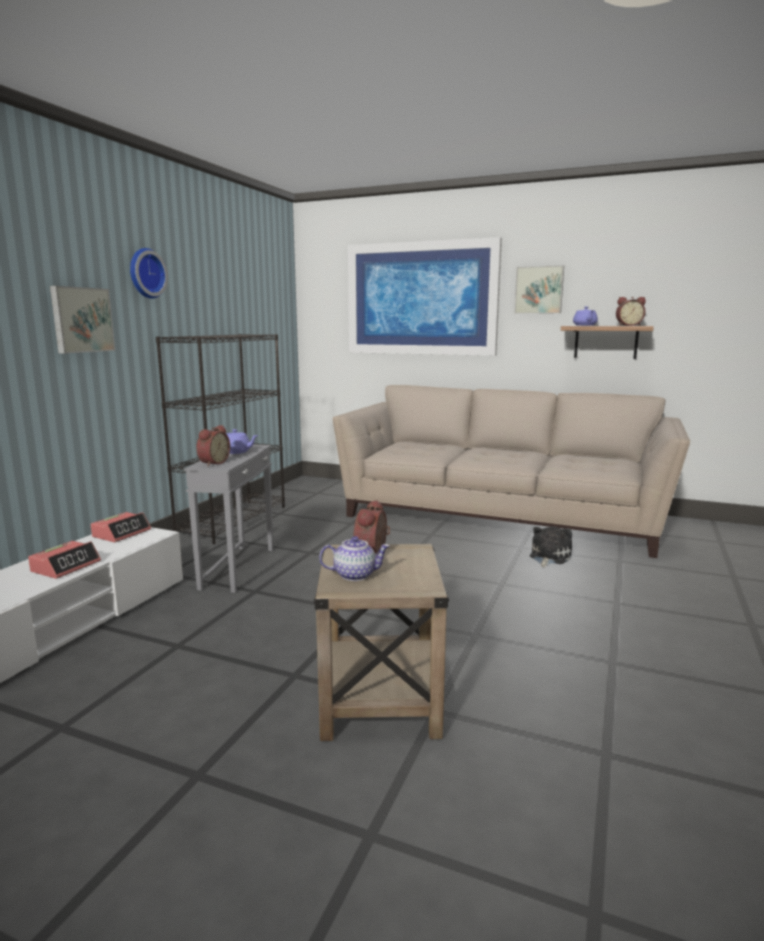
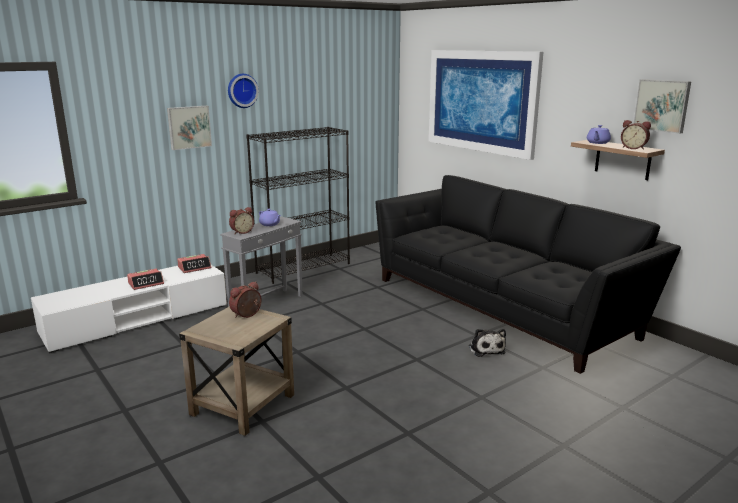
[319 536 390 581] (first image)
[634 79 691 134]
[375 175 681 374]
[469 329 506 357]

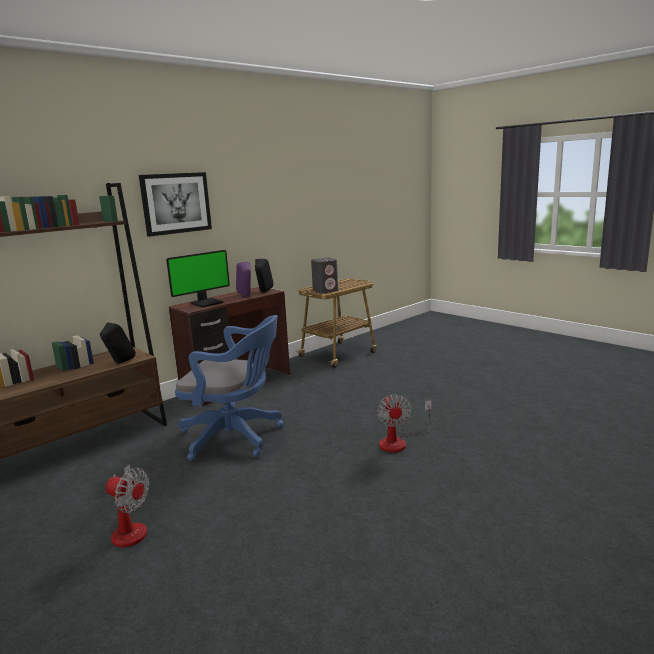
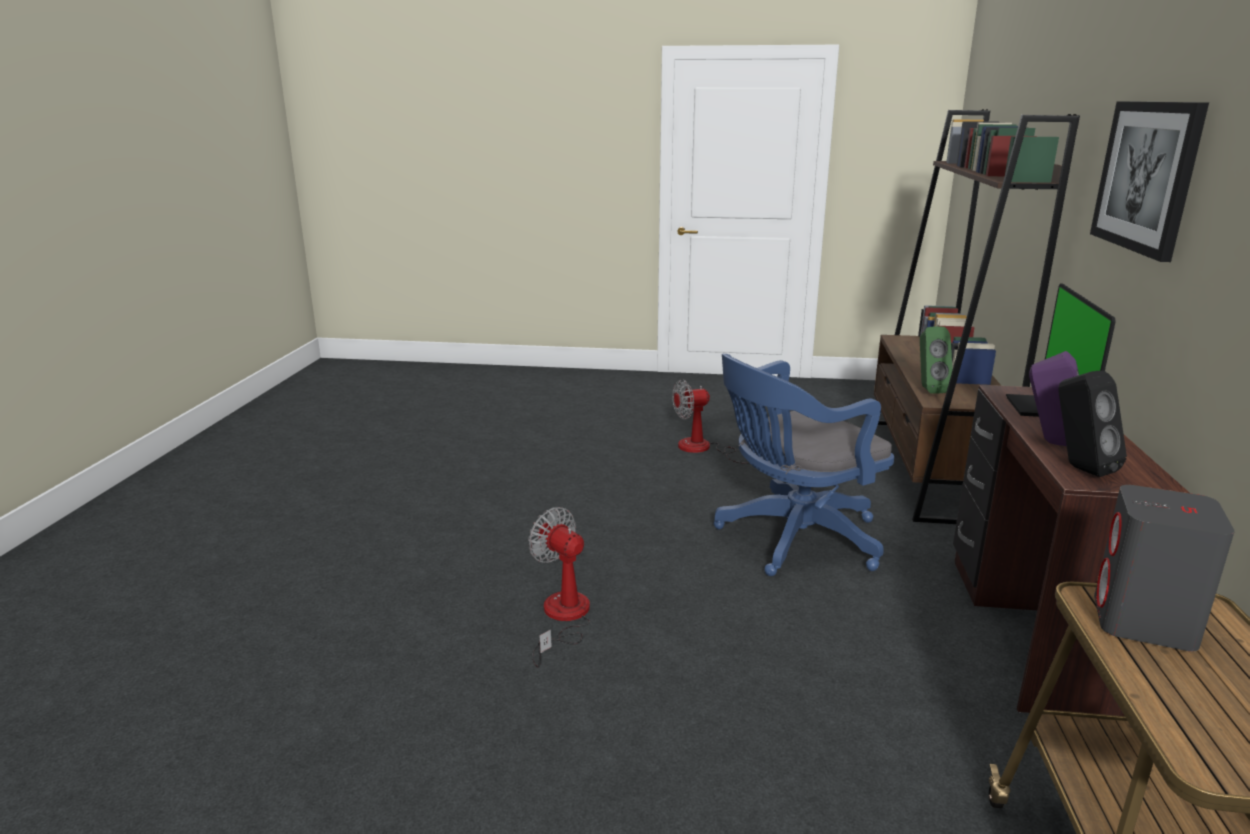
[920 326 953 394]

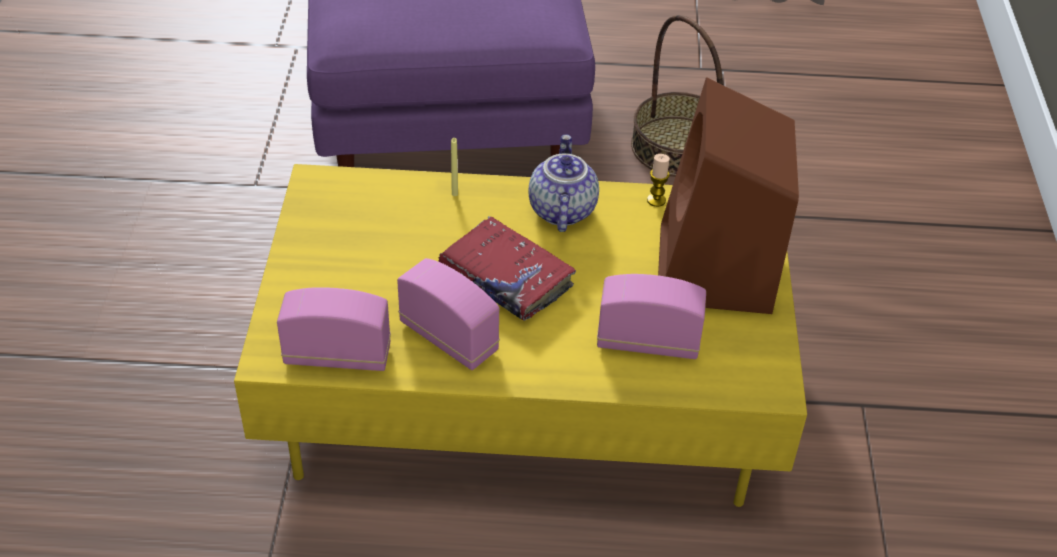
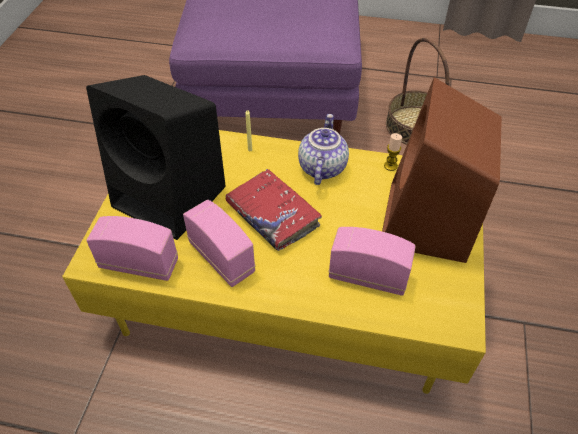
[86 75 226 240]

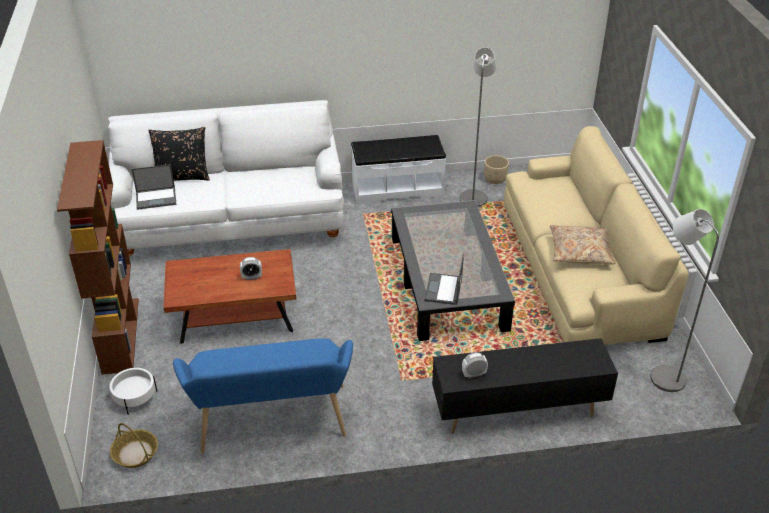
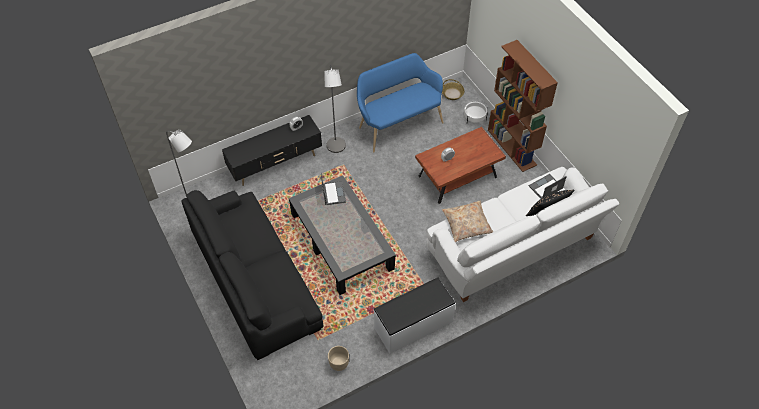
[324 65 346 153]
[442 201 493 242]
[181 190 323 360]

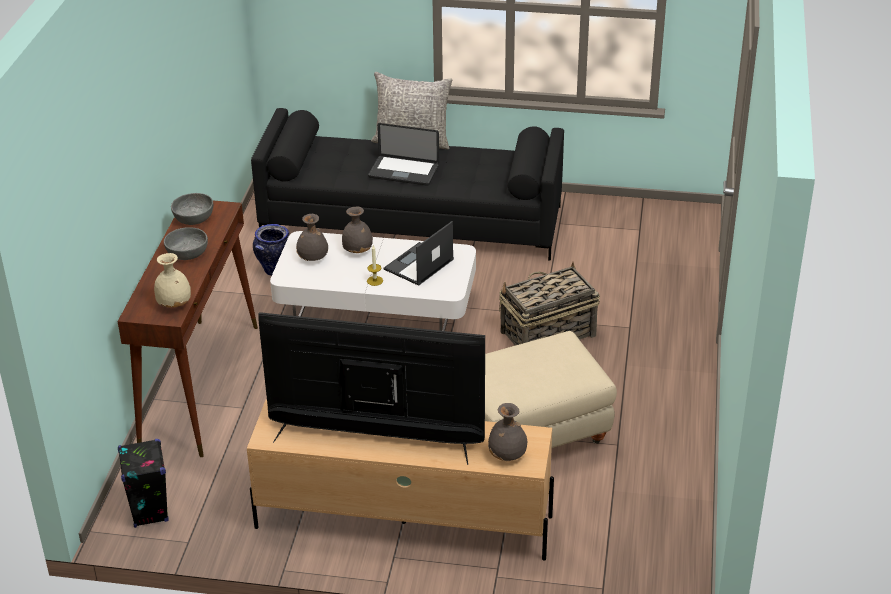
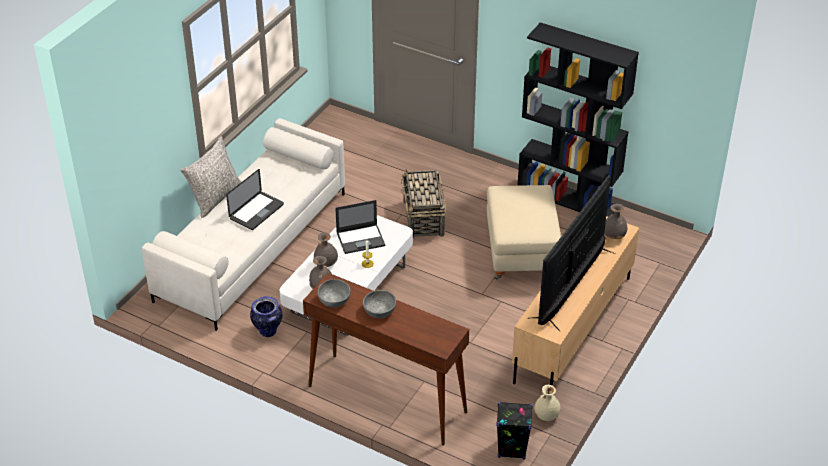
[517 22 639 217]
[534 385 561 421]
[142 118 345 331]
[335 200 385 254]

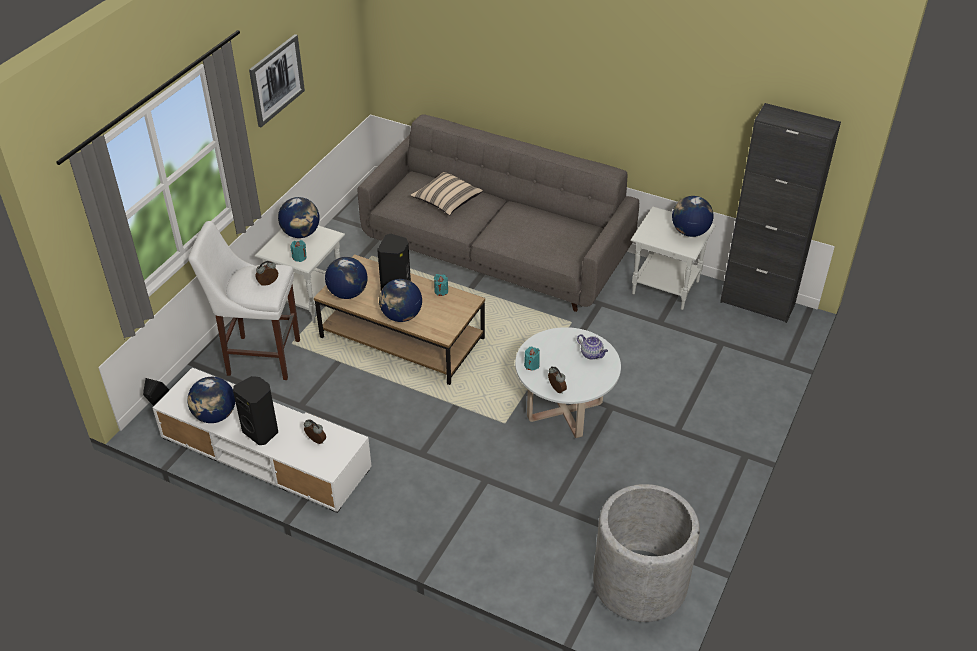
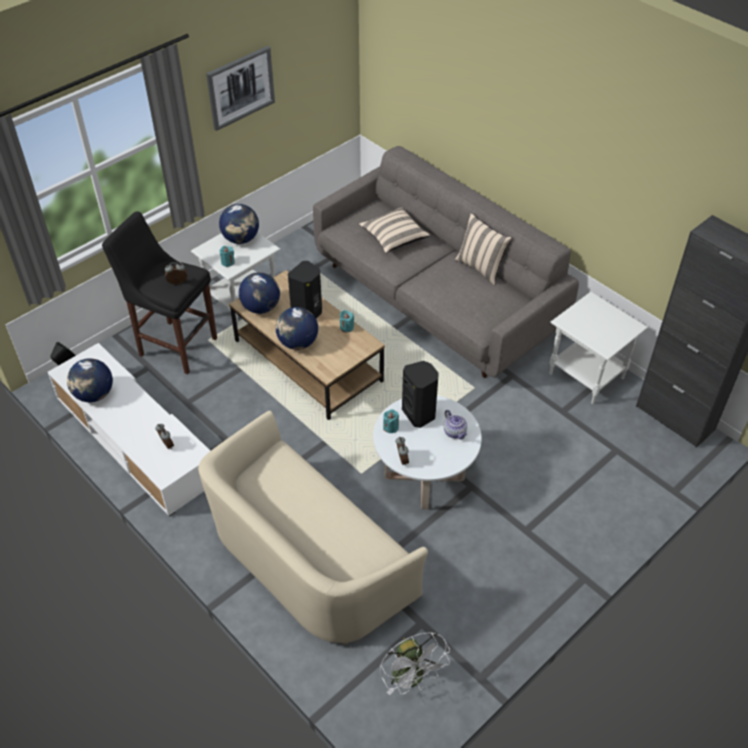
[672 196 714 237] (first image)
[198 411 428 644]
[455 213 512 285]
[402 361 439 428]
[380 632 450 695]
[102 211 217 374]

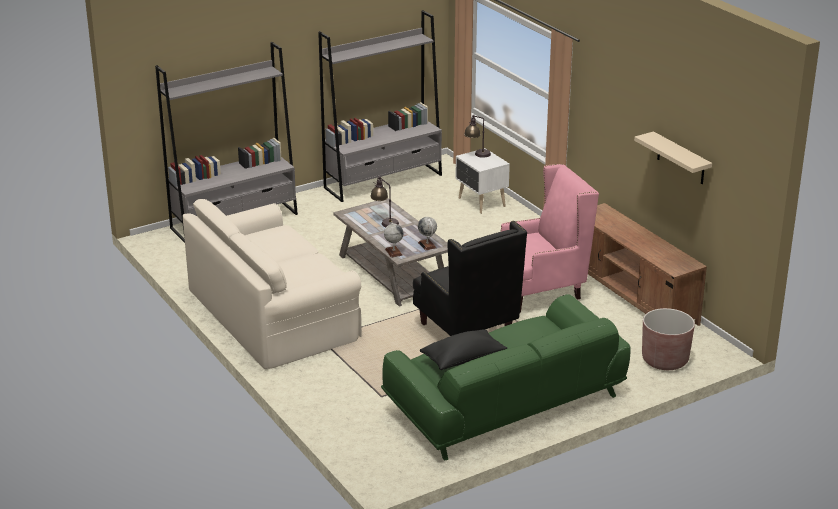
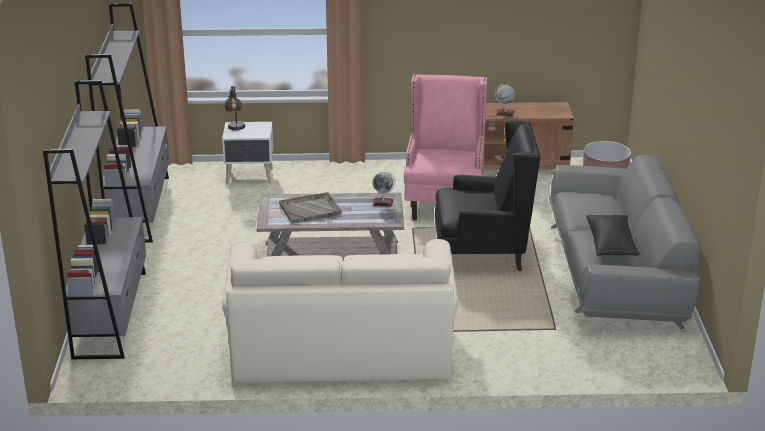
[634 131 712 184] (first image)
[495 84 516 117]
[279 192 342 224]
[549 154 701 329]

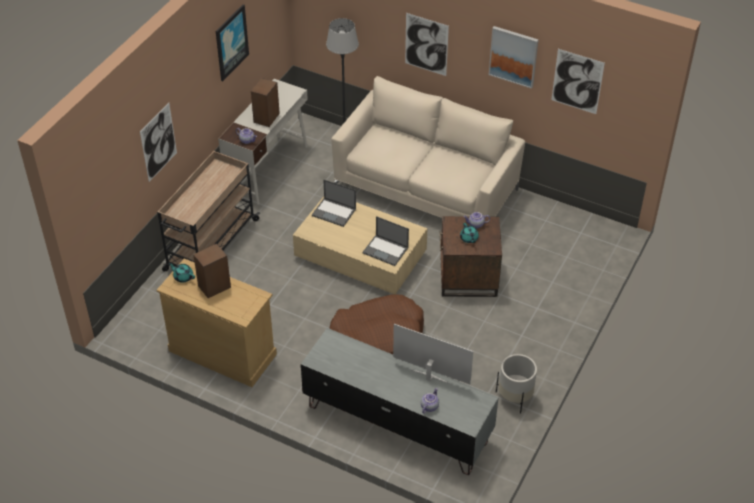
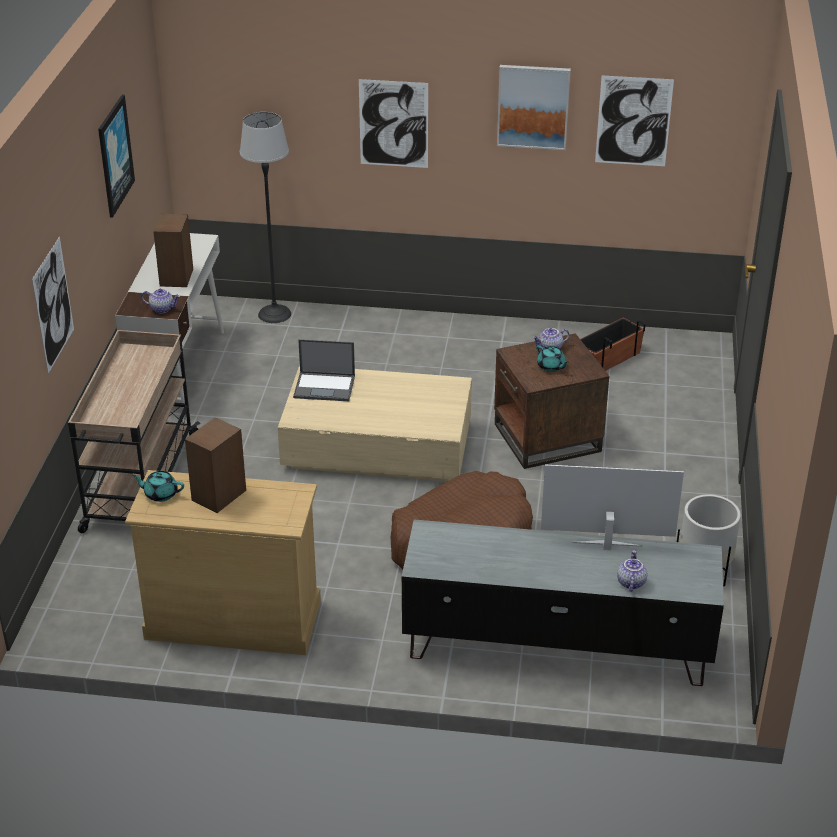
[331 76 525 218] (first image)
[362 216 409 266] (first image)
[580 317 646 371]

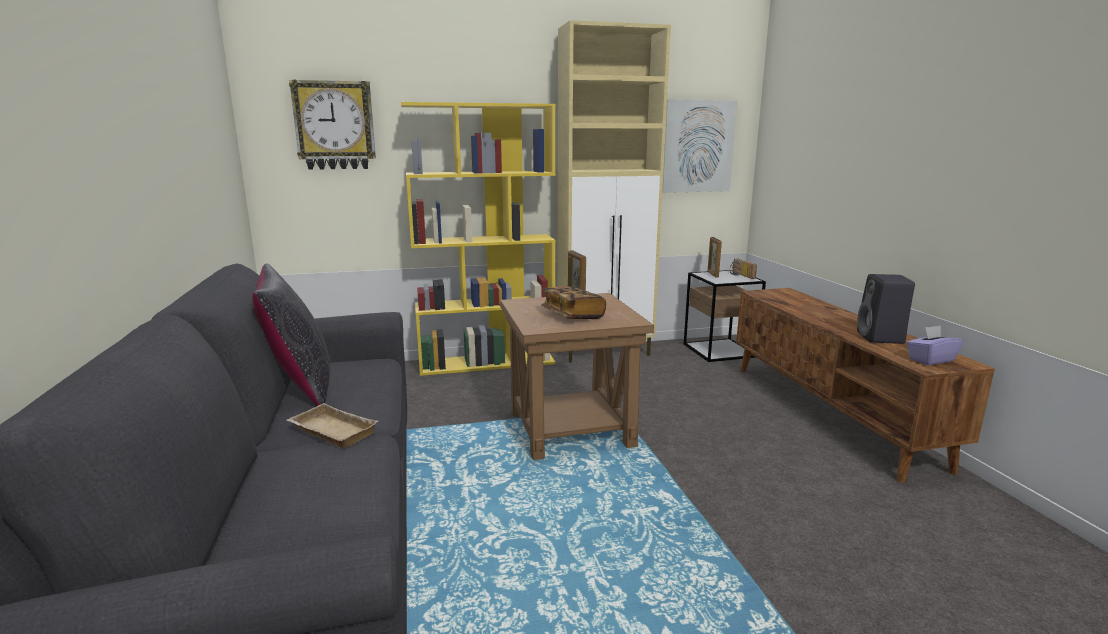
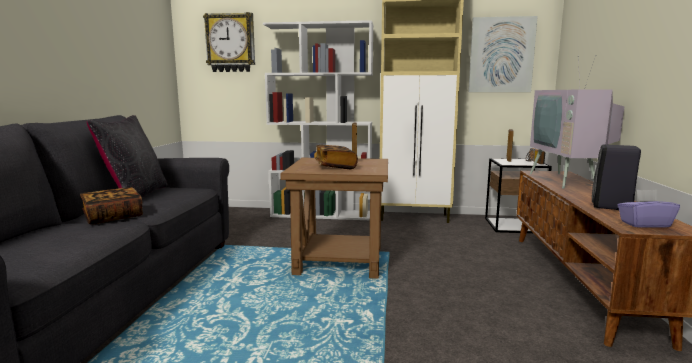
[530 55 624 188]
[80 187 143 224]
[263 20 373 220]

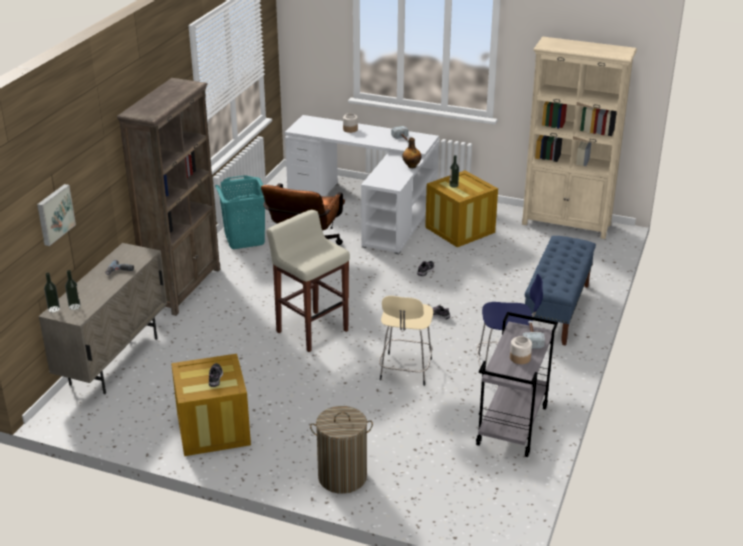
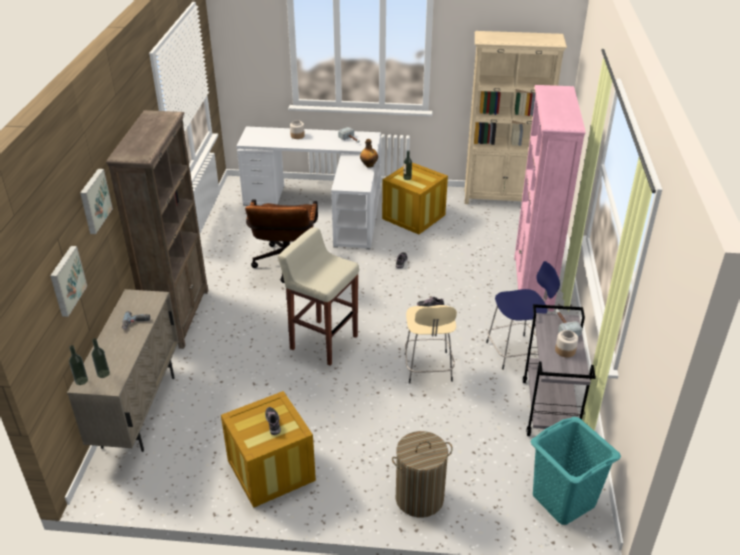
[80 169 113 234]
[530 417 621 525]
[514 85 586 312]

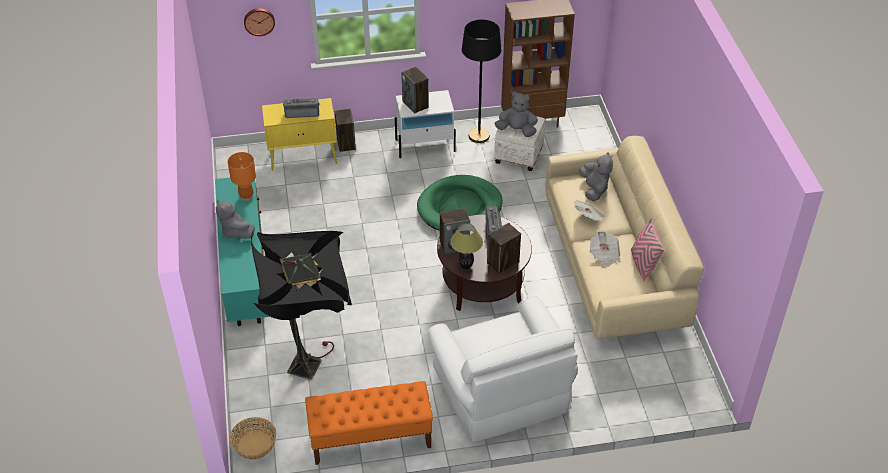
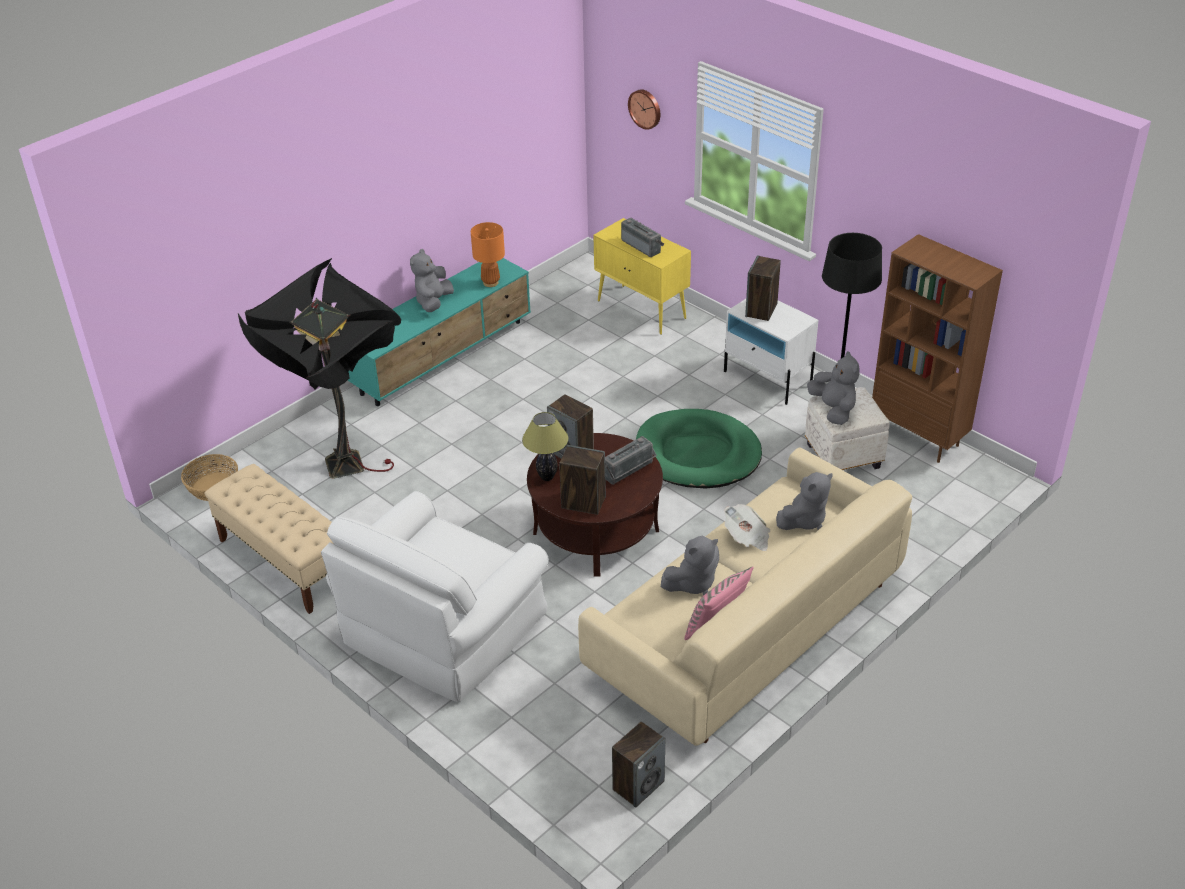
[612 722 665 808]
[661 535 719 595]
[204 464 334 614]

